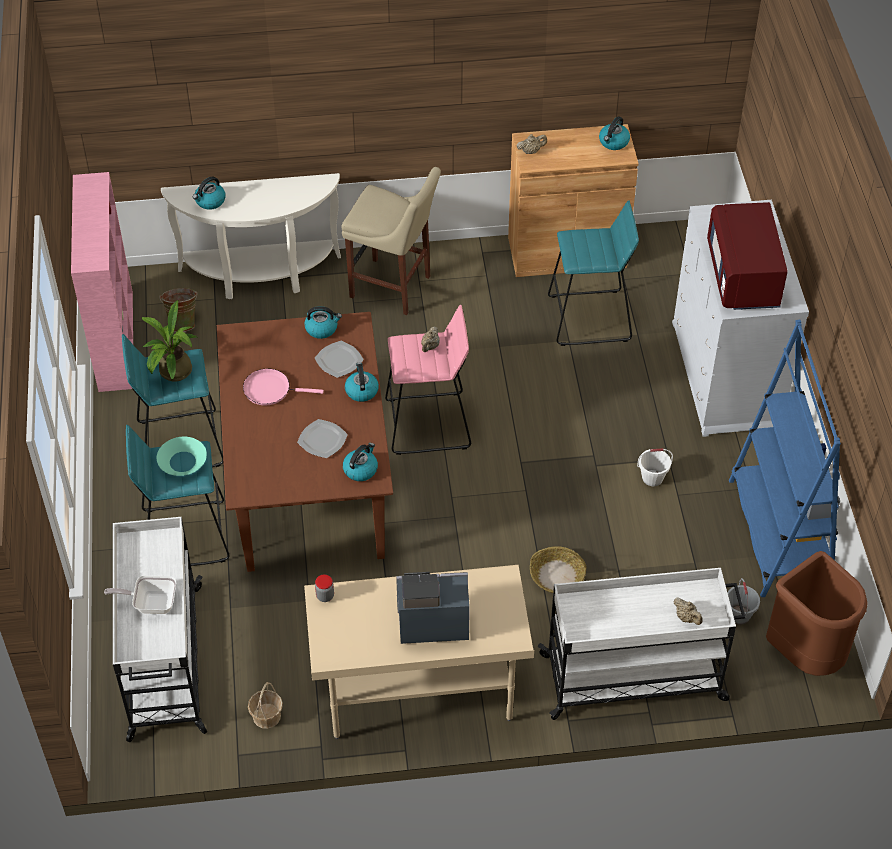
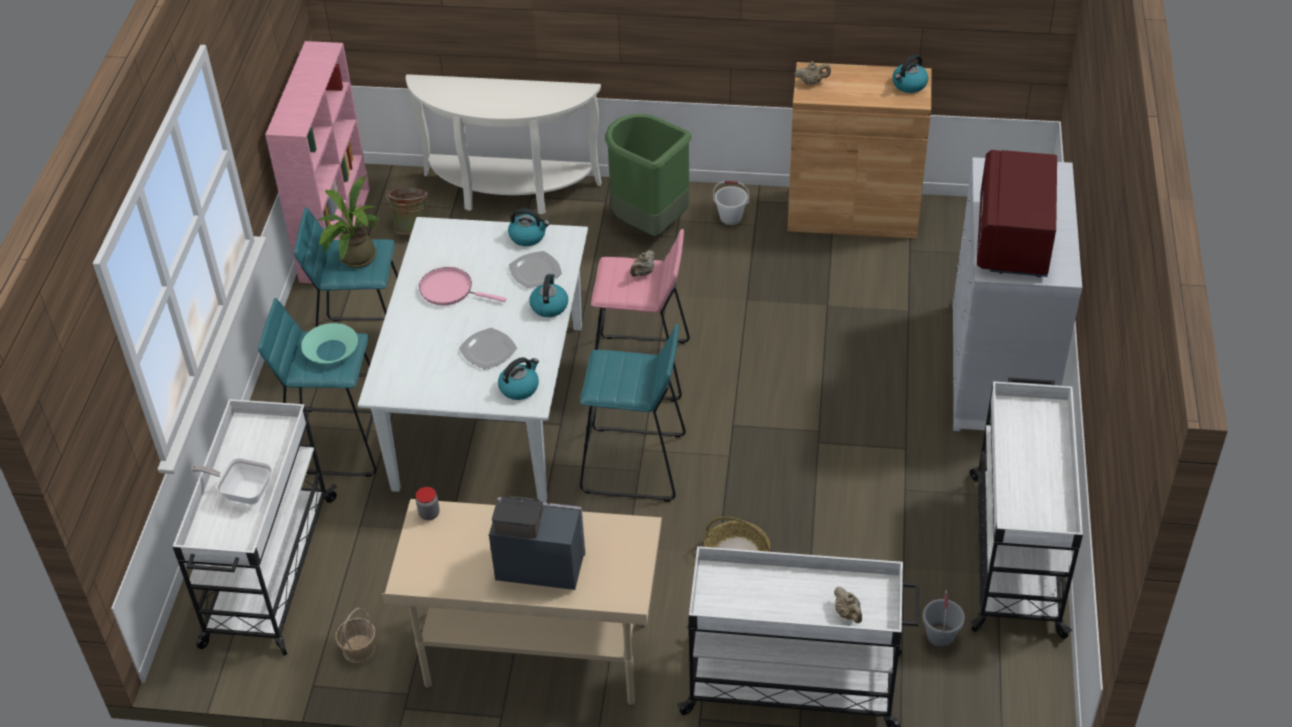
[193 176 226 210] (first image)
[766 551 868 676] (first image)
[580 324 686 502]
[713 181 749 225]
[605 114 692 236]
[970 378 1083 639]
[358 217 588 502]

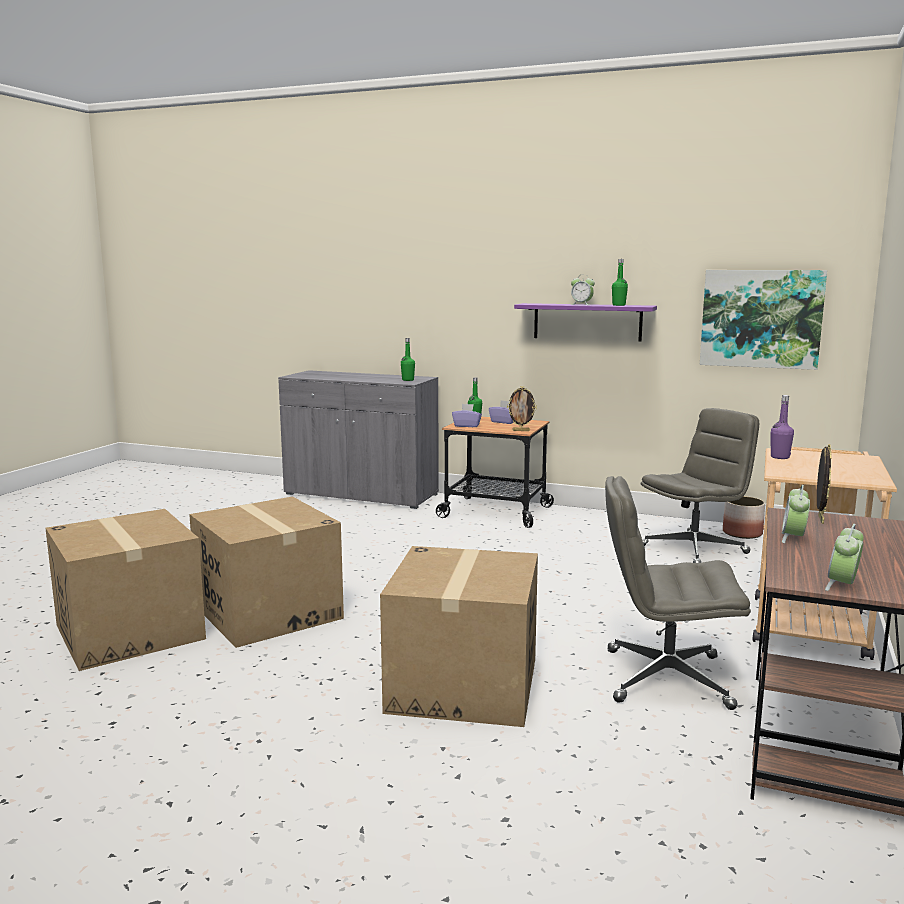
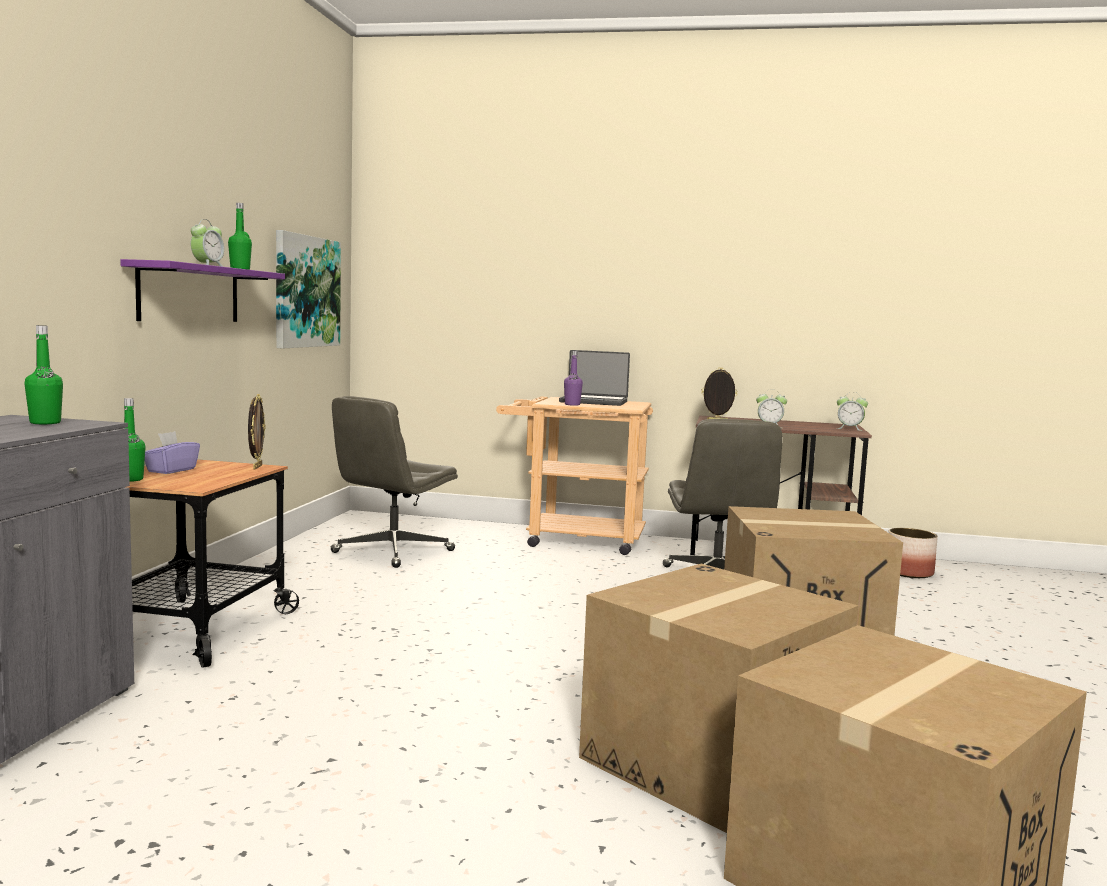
[452 404 482 427] (first image)
[559 350 630 406]
[888 528 938 578]
[330 396 458 568]

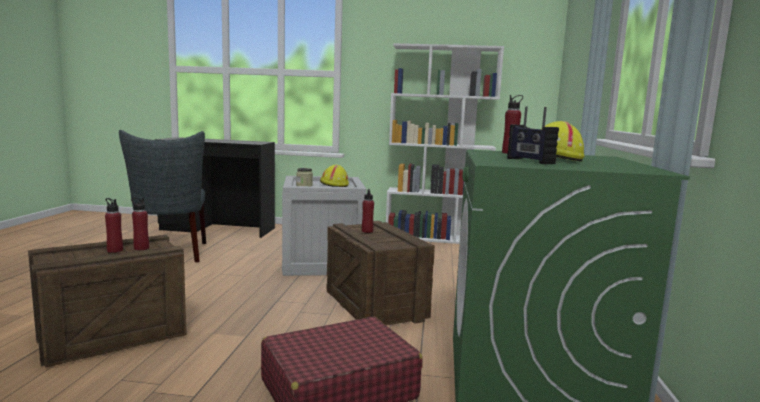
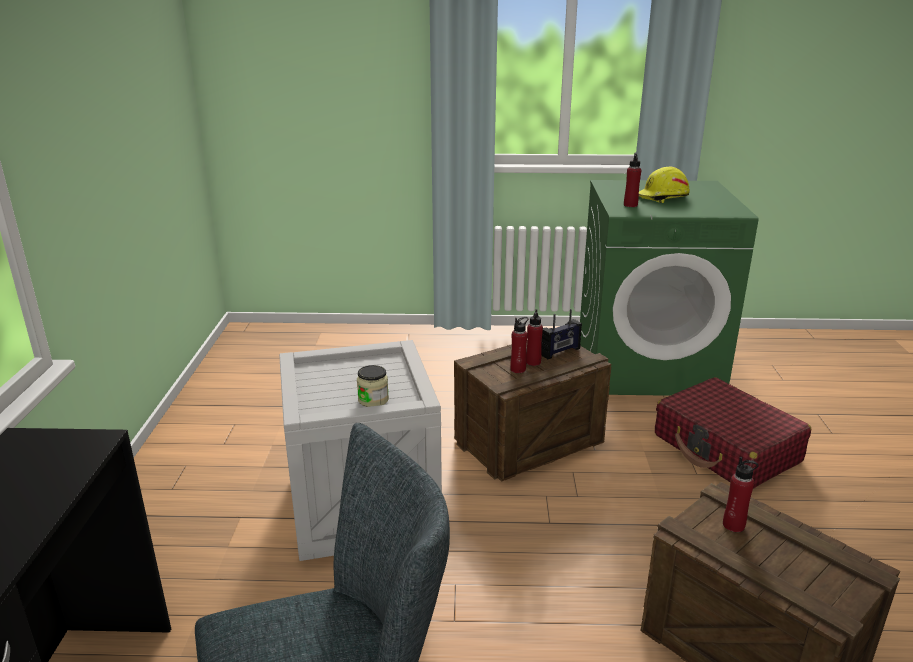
[320 165 349 187] (first image)
[386 43 504 244] (first image)
[526 309 543 366]
[541 309 582 359]

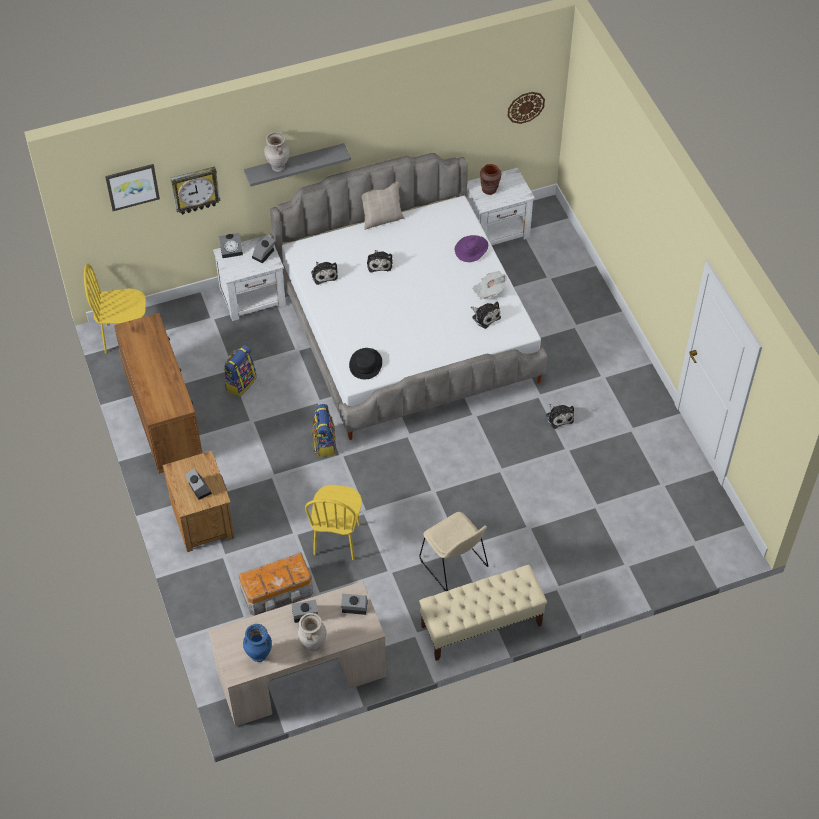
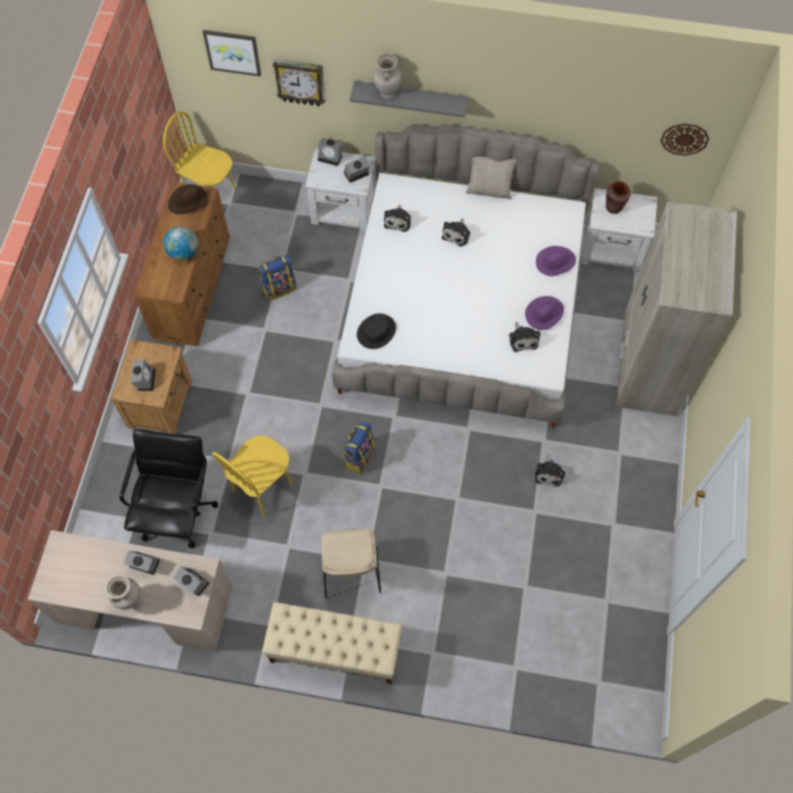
[243 624 272 662] (first image)
[164 226 198 260]
[168 184 208 214]
[616 202 737 416]
[343 422 375 474]
[120 429 218 548]
[525 296 564 330]

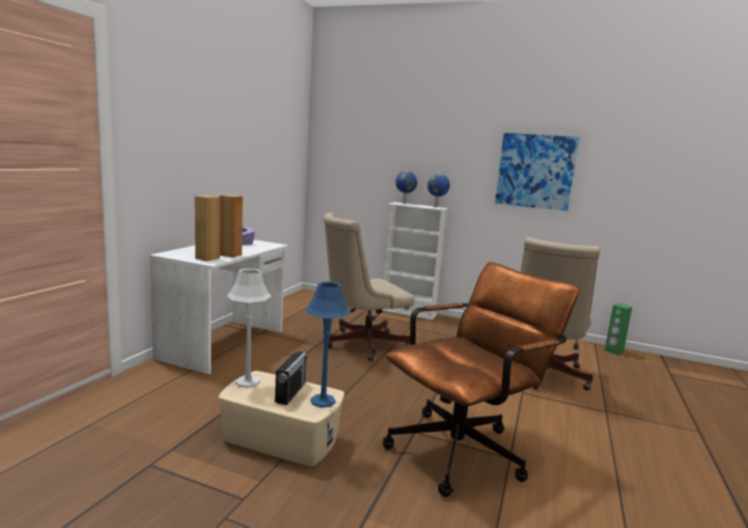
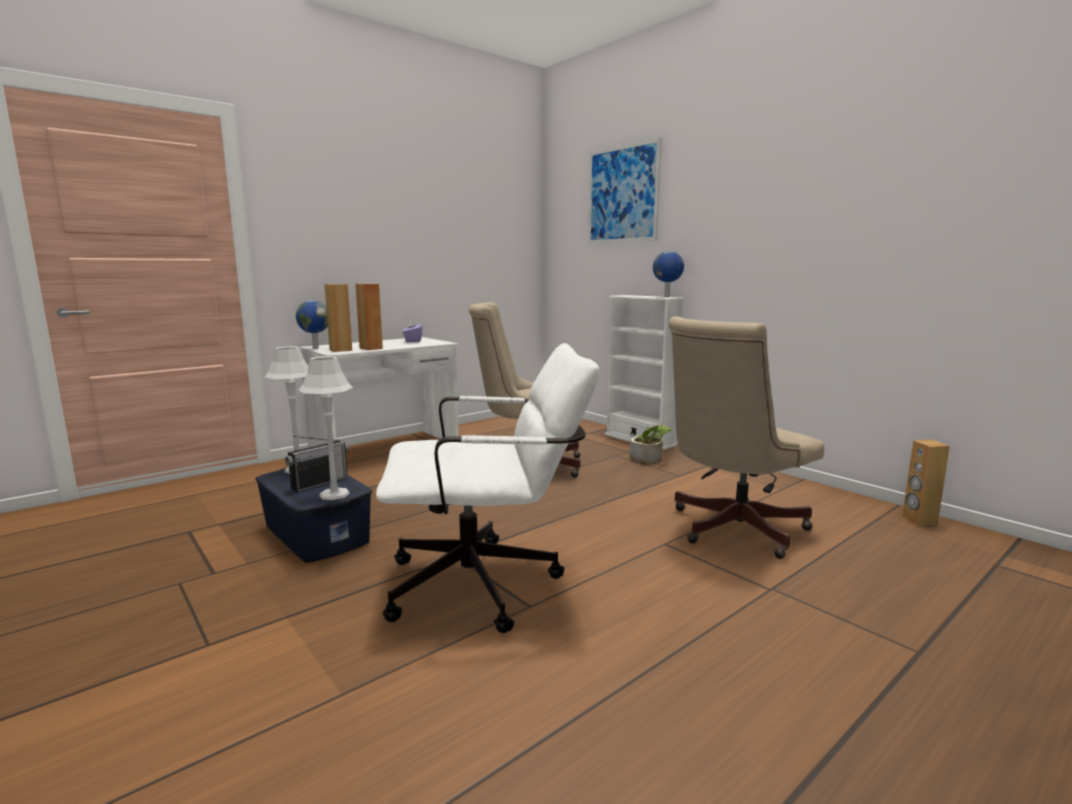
[630 425 673 464]
[296 300 328 349]
[588 138 662 244]
[255 468 372 563]
[299 356 353 500]
[376 343 600 633]
[902 439 950 526]

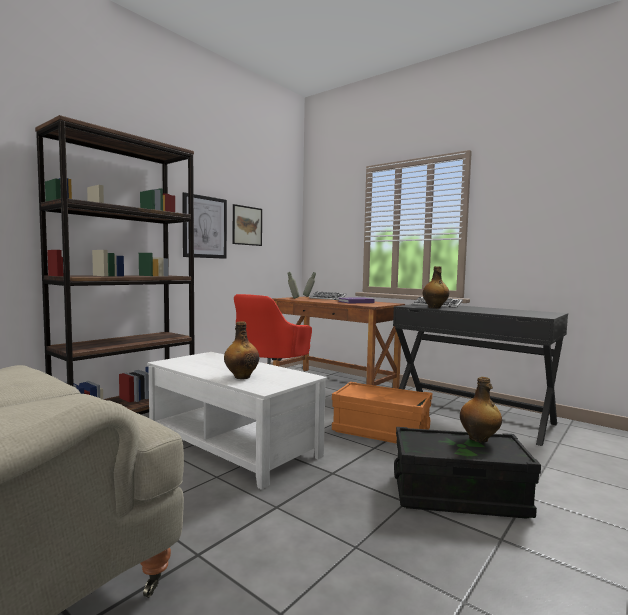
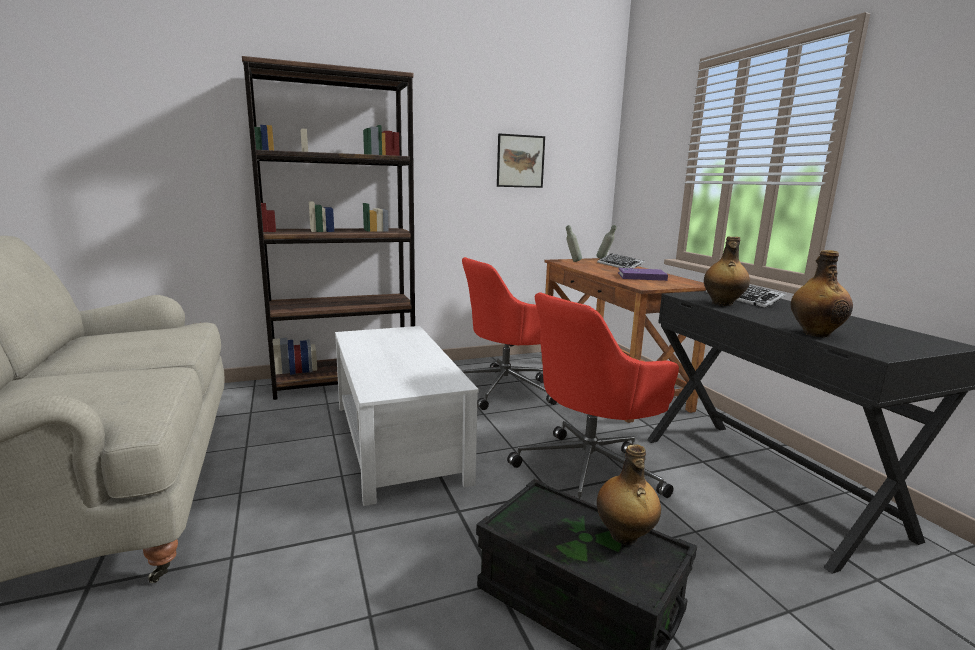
[182 192 227 259] (first image)
[791 250 853 338]
[507 292 679 499]

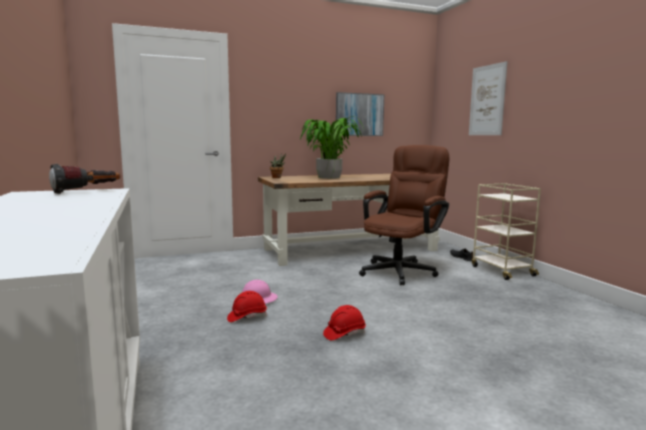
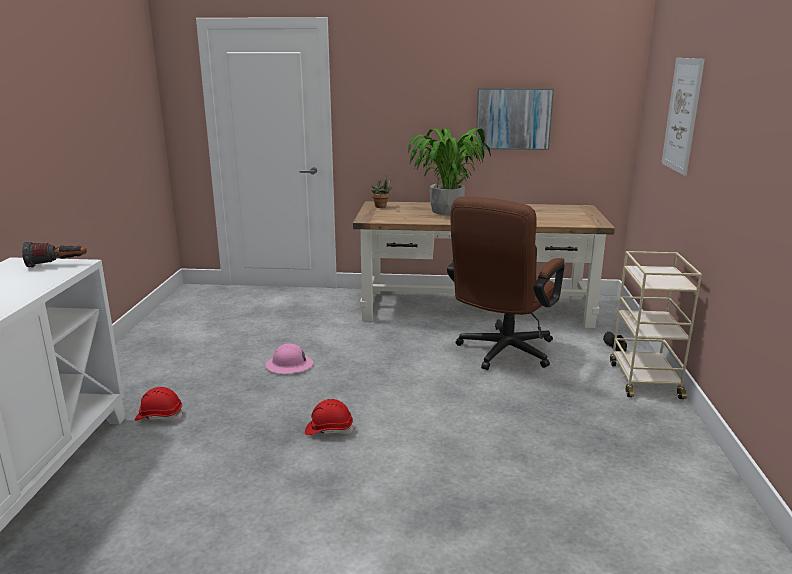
[135 387 184 421]
[447 196 565 370]

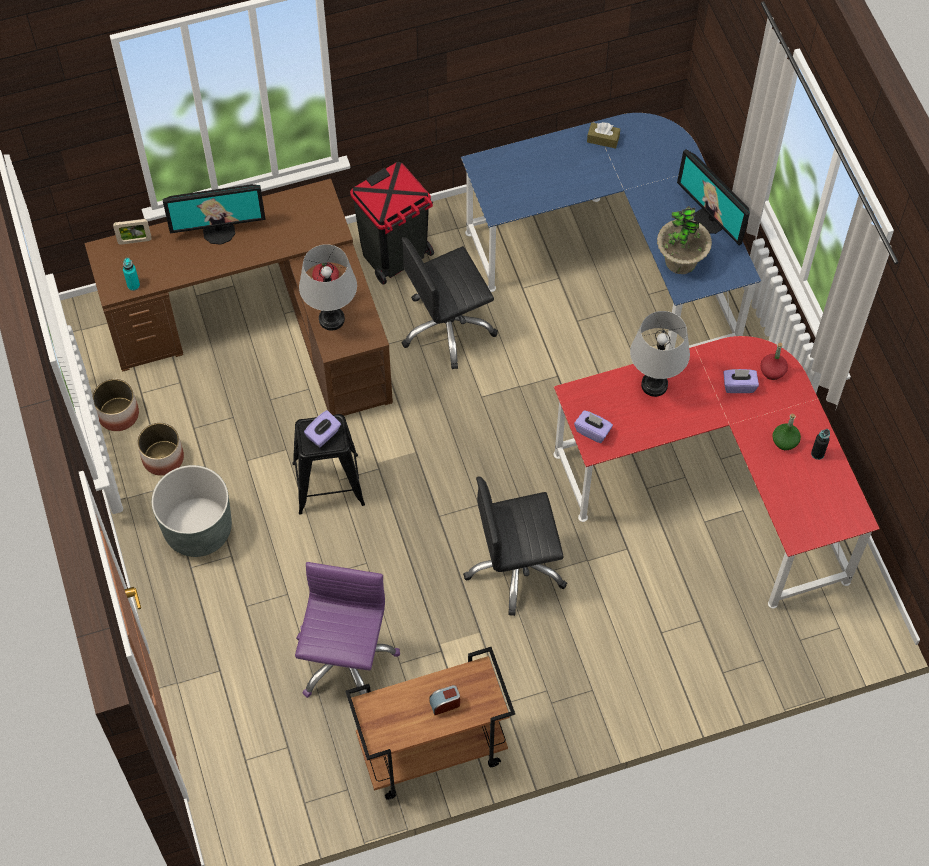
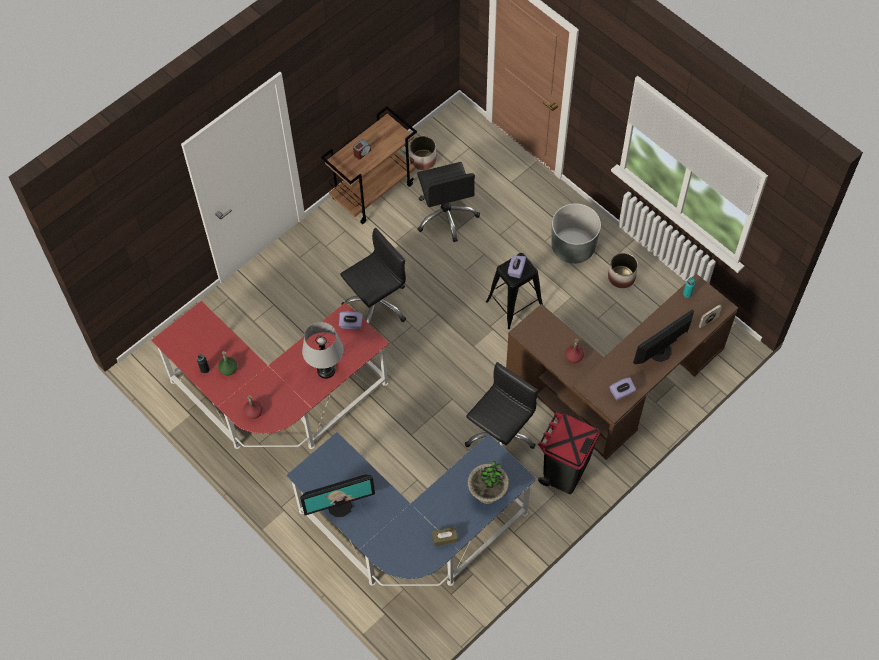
[299 244 357 330] (first image)
[409 136 436 170]
[468 461 509 504]
[609 377 636 400]
[417 162 480 242]
[300 475 375 517]

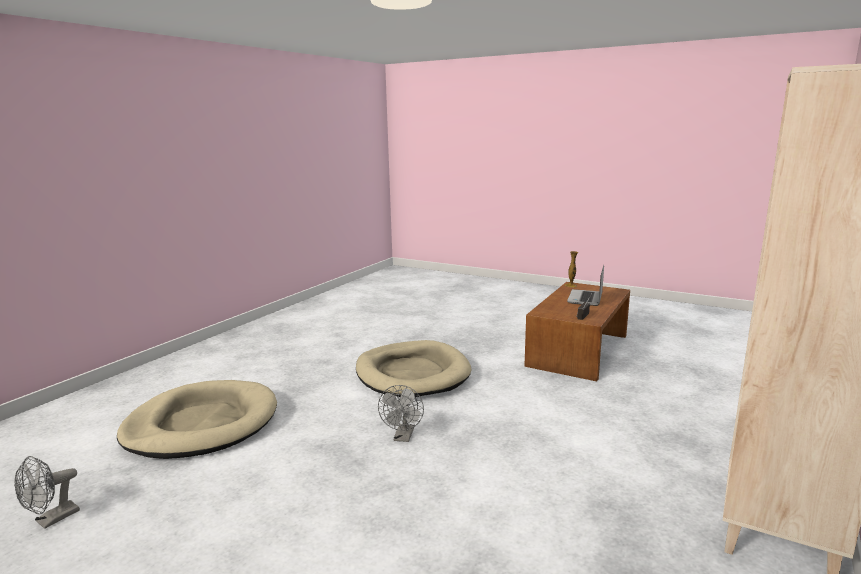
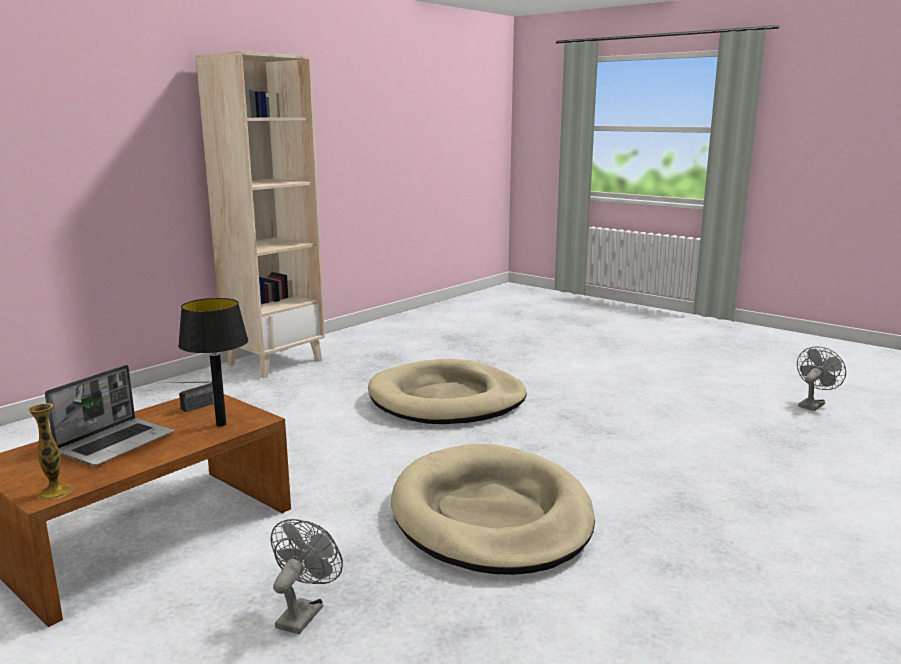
[178 298 248 427]
[368 359 527 424]
[270 519 343 634]

